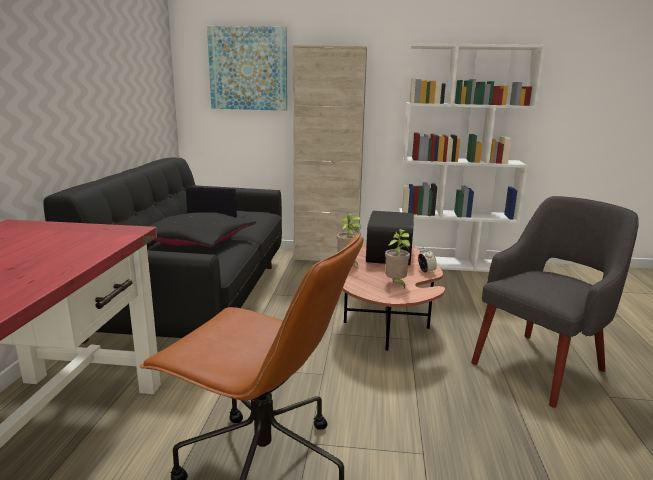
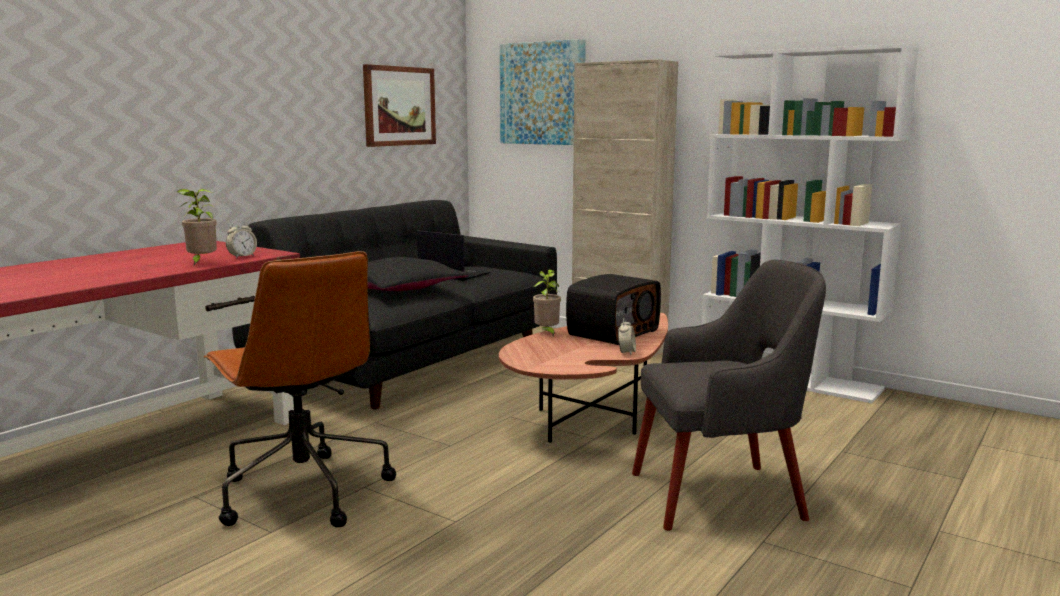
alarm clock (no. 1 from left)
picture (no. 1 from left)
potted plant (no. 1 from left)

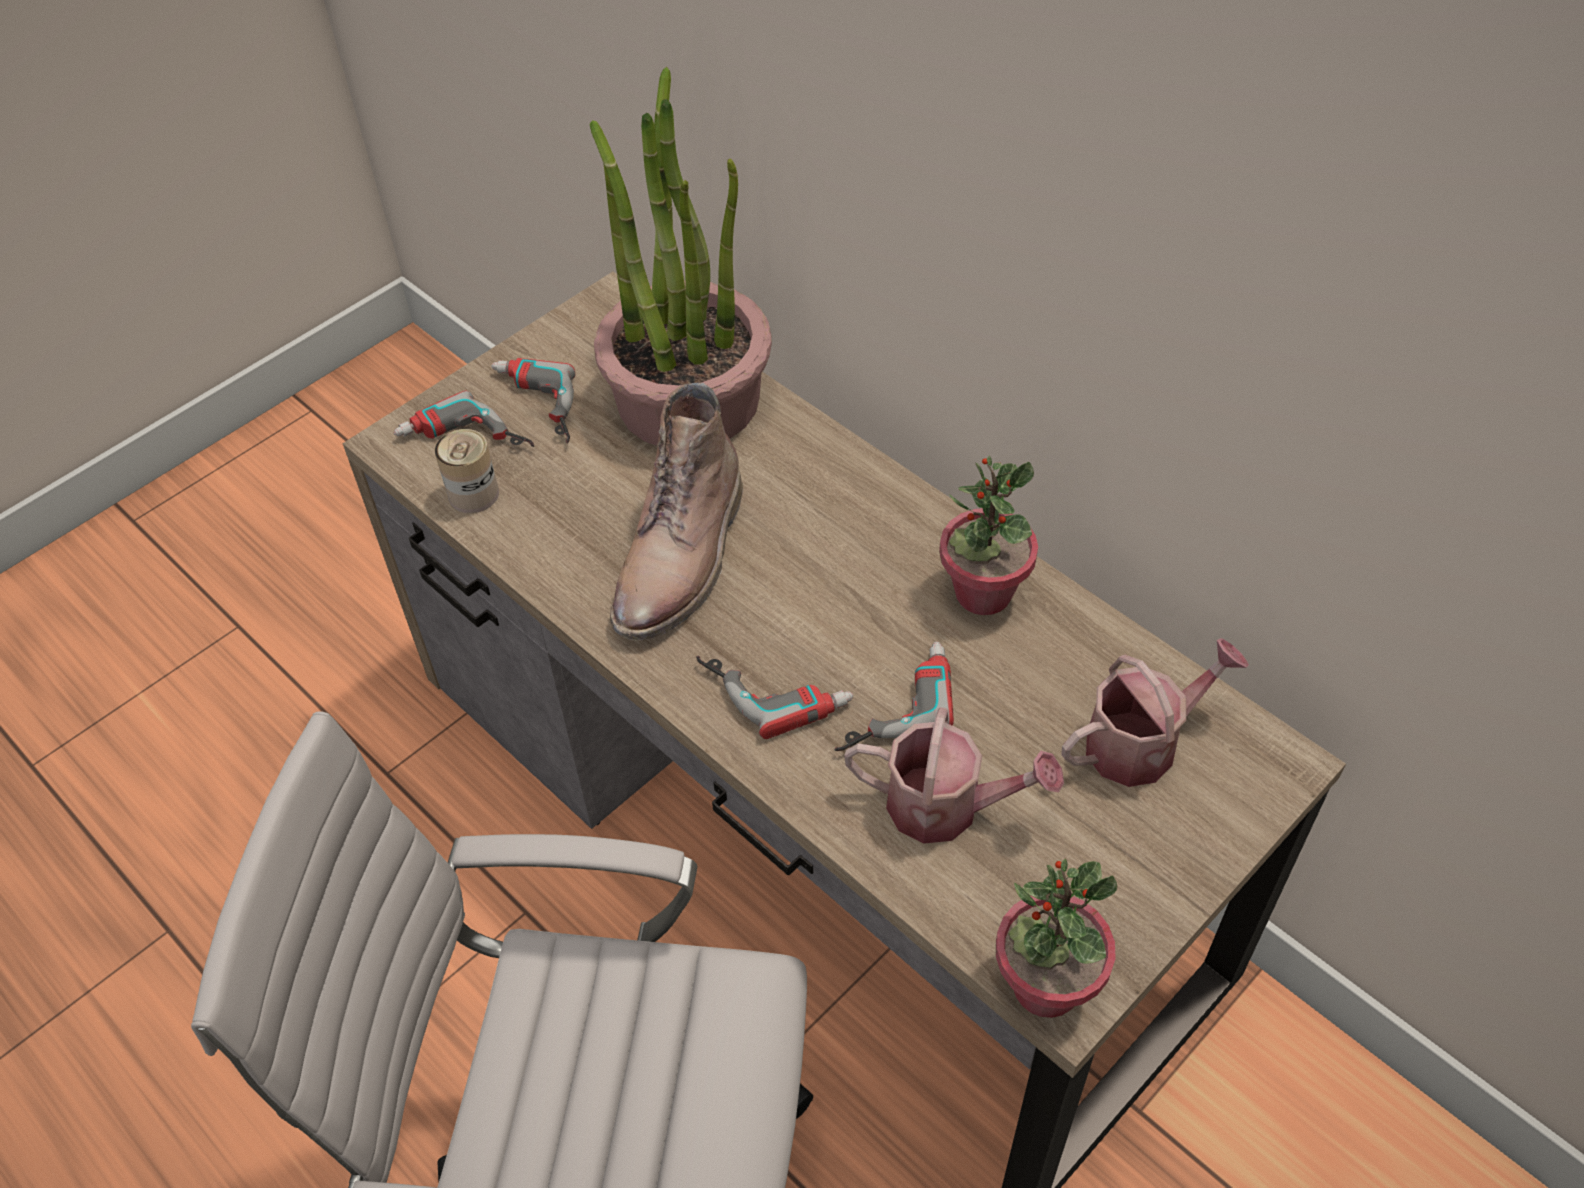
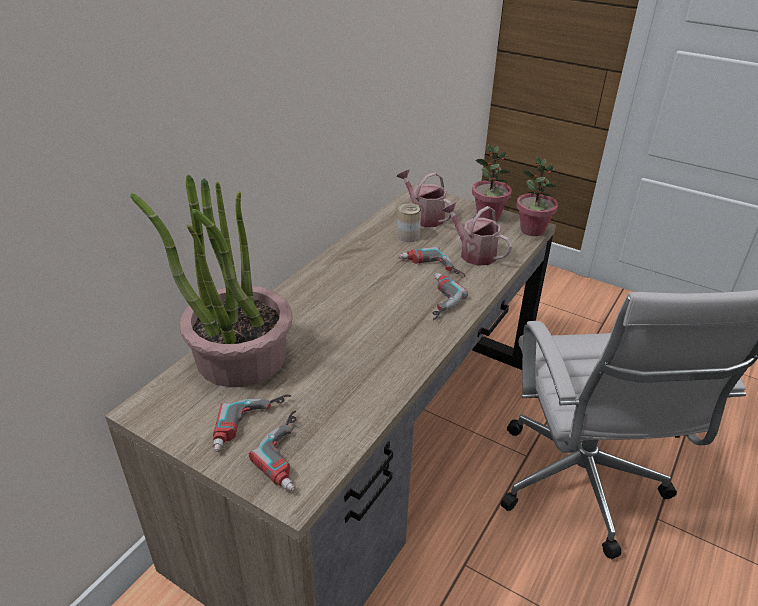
boot (brown)
can
potted plant (no. 2 from left)
watering can (no. 2 from left)

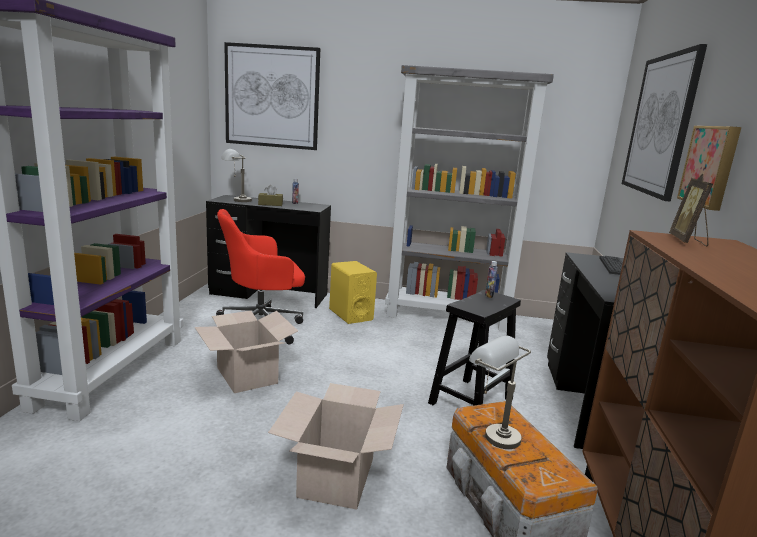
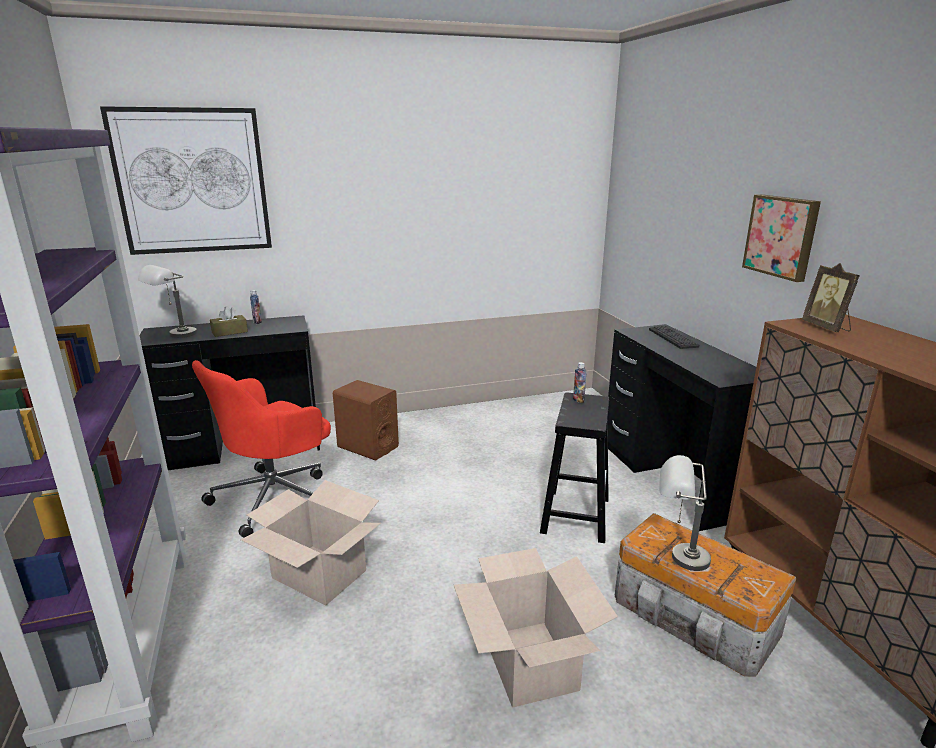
bookcase (grey)
picture (no. 2 from left in the first image)
speaker (brown)

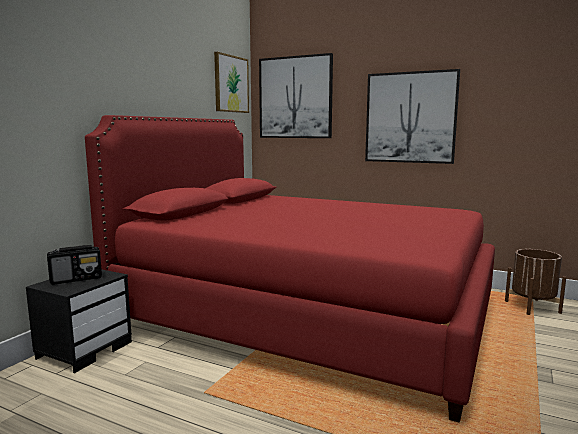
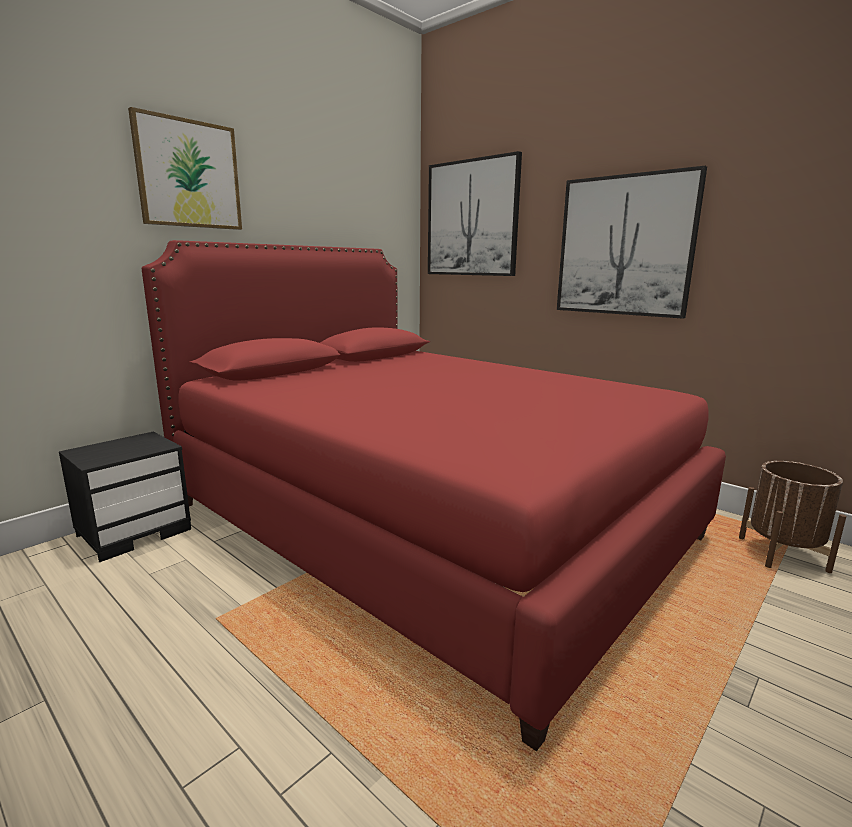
radio
picture (no. 1 from left)

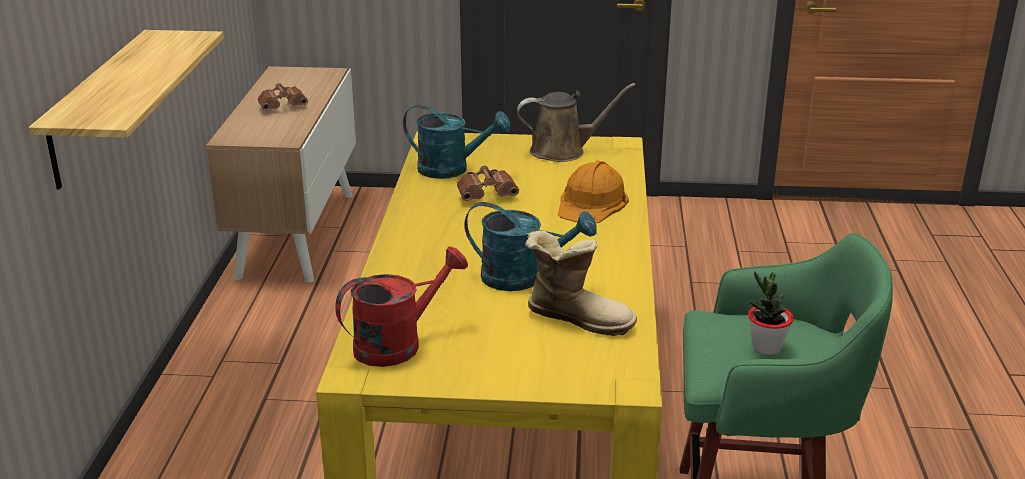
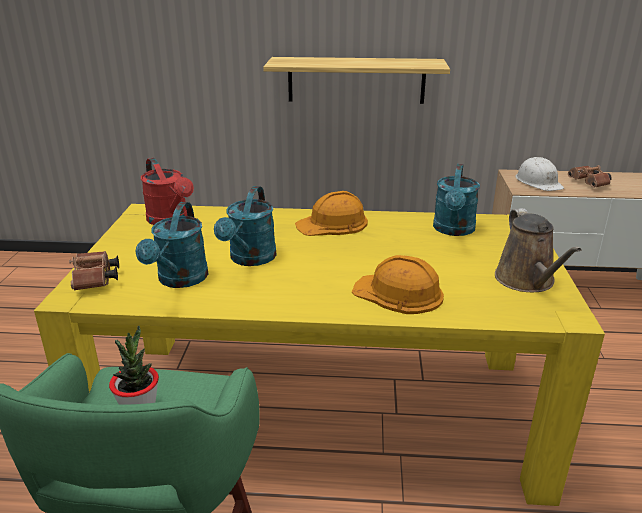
hard hat (orange) (no. 1 from left)
hard hat (white)
binoculars (brown) (no. 1 from left)
watering can (turquoise) (no. 1 from left)

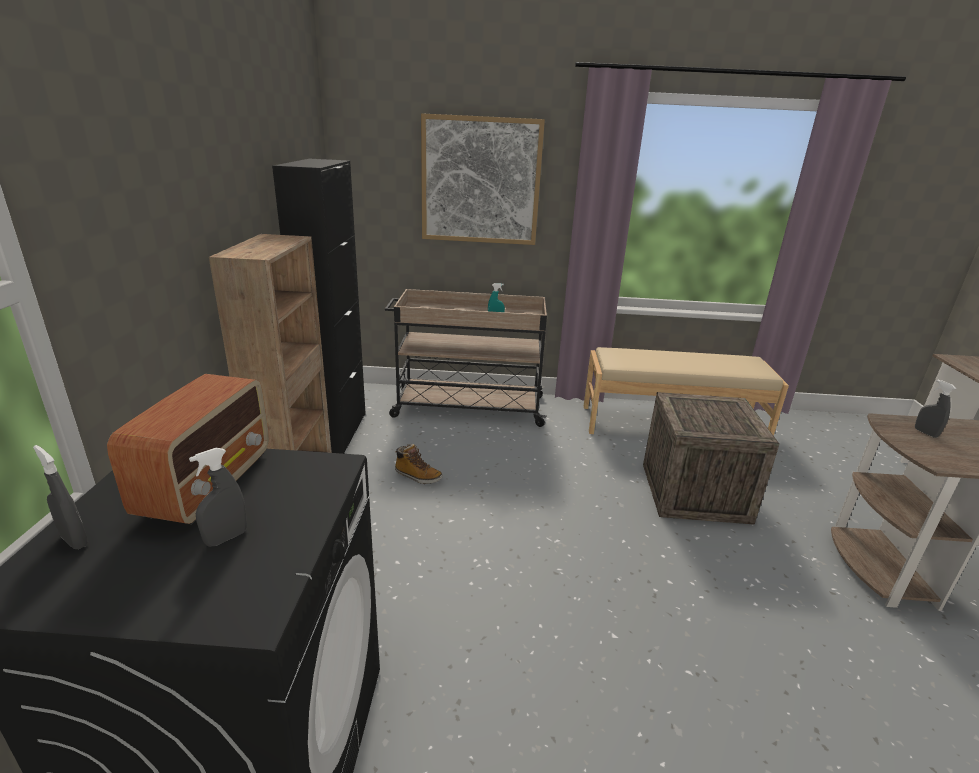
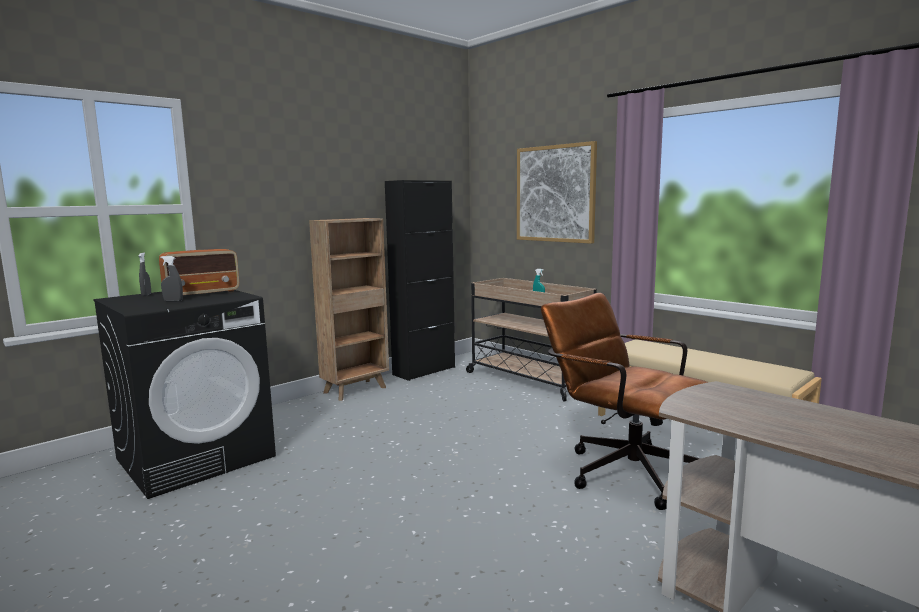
boot
spray bottle (grey) (no. 3 from left in the first image)
office chair (brown)

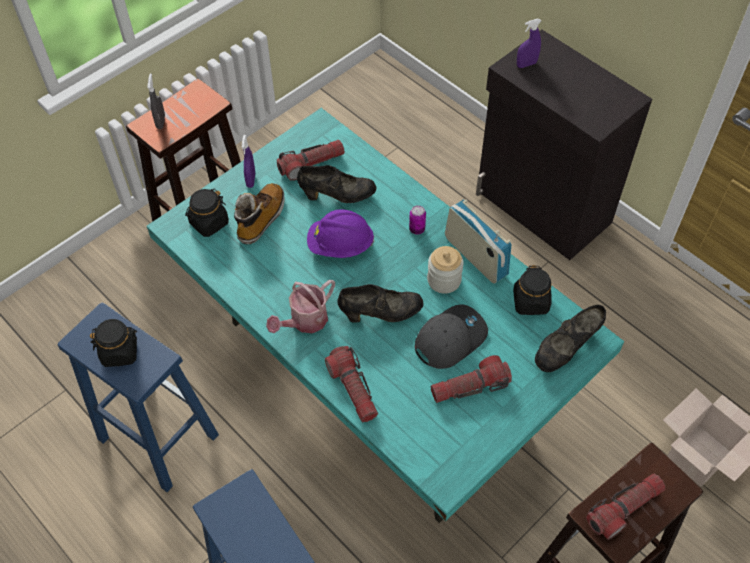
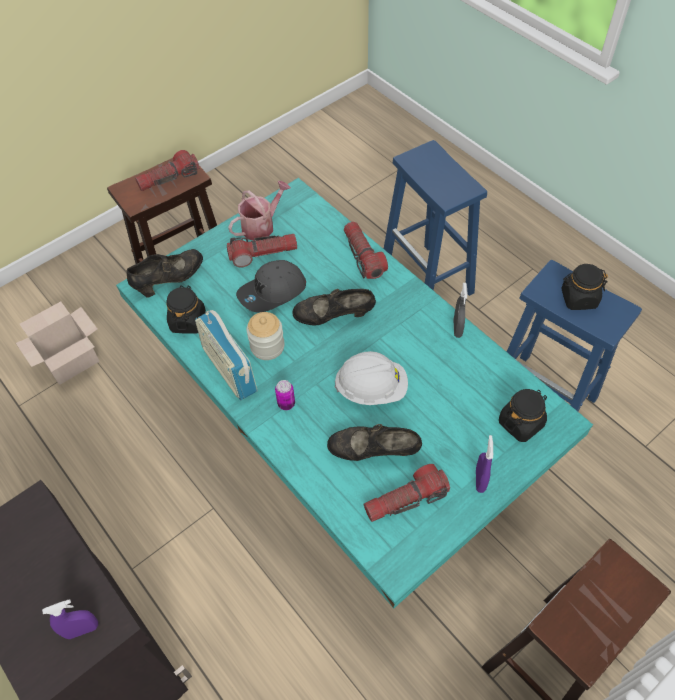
boot
spray bottle (grey)
watering can
hard hat (white)

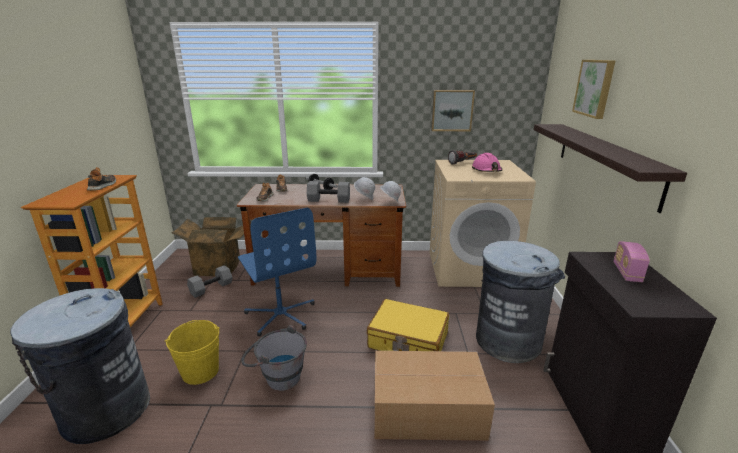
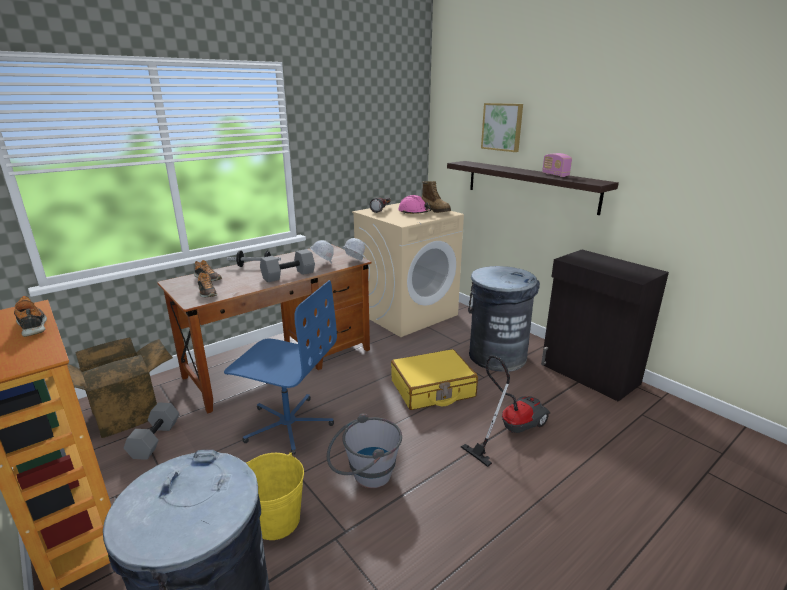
picture (no. 1 from left in the first image)
boot
radio
vacuum cleaner

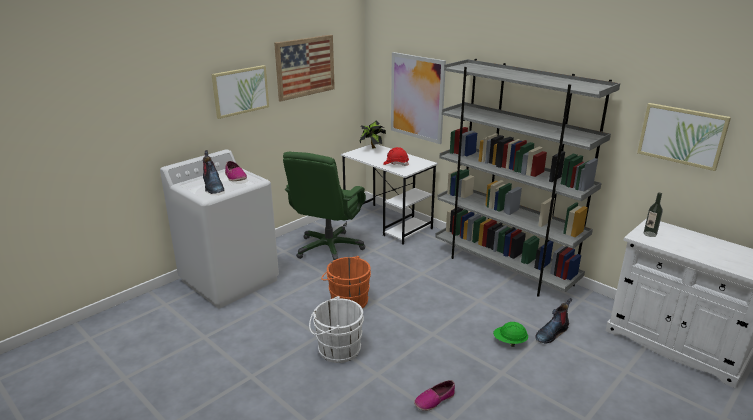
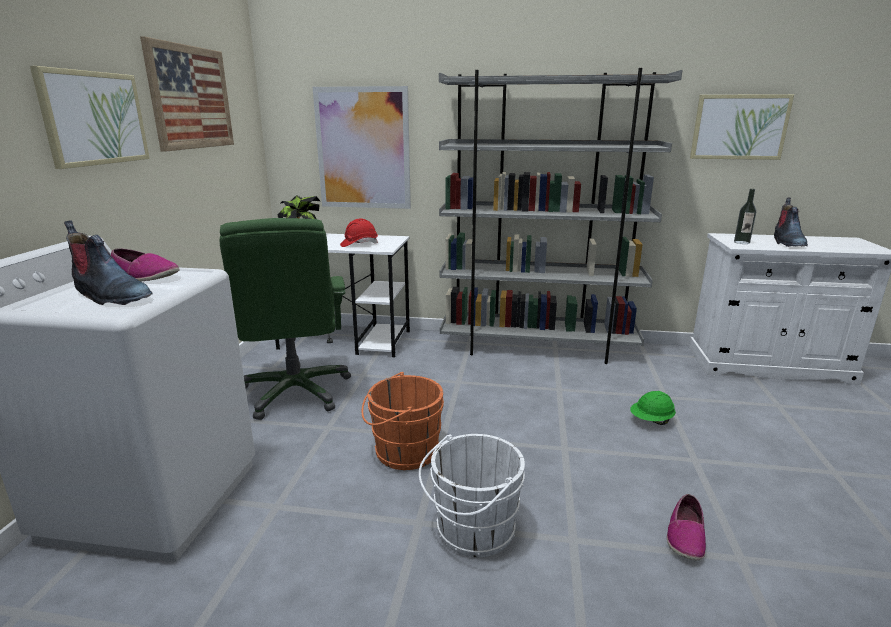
boot (no. 2 from left)

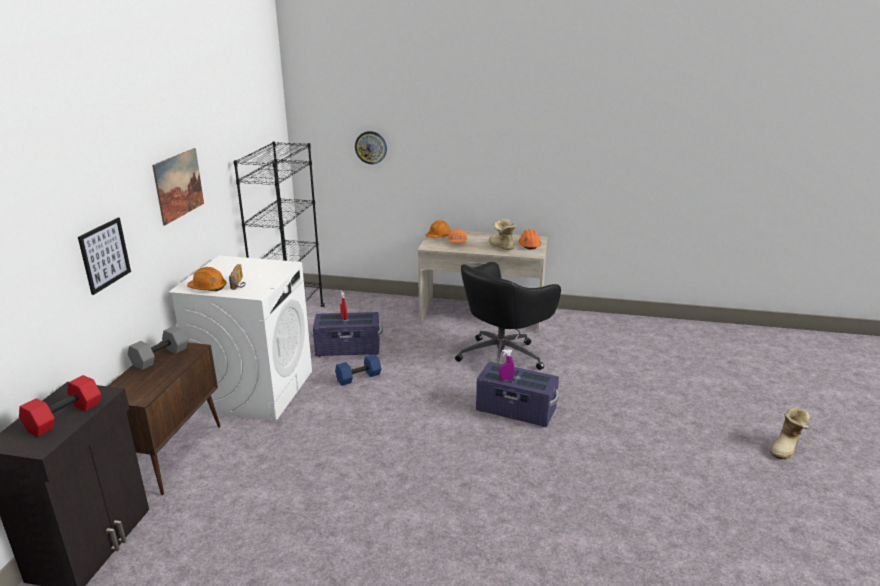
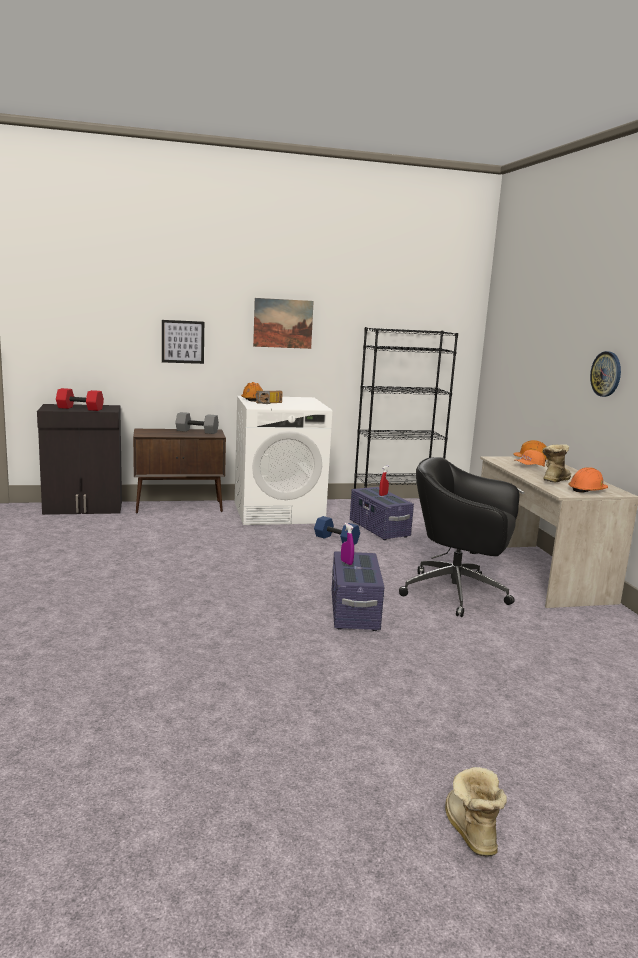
wall clock
boot (no. 1 from left)

